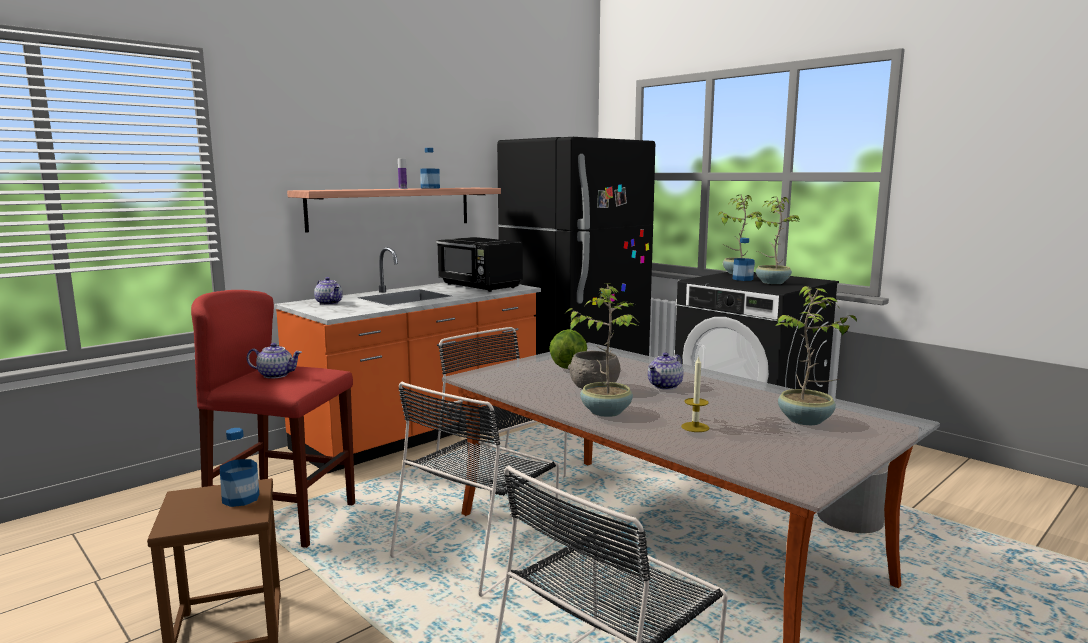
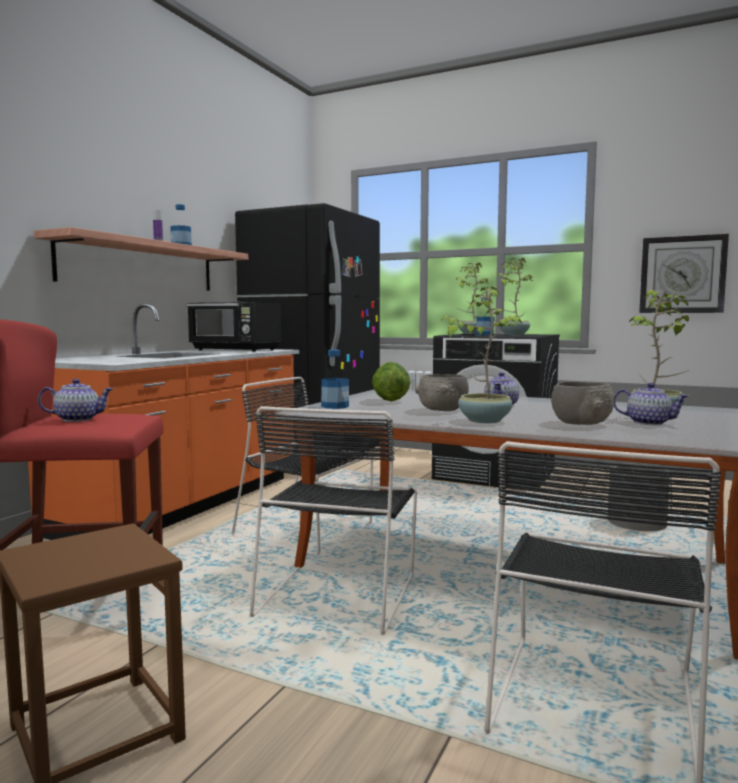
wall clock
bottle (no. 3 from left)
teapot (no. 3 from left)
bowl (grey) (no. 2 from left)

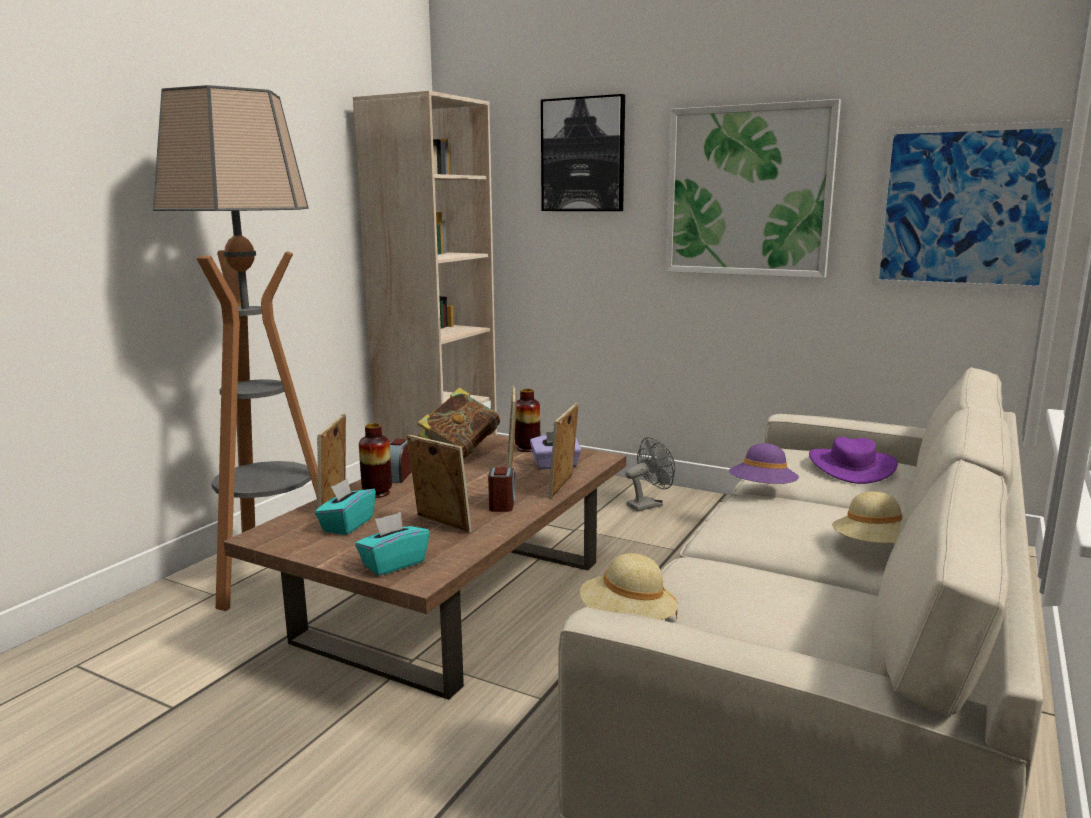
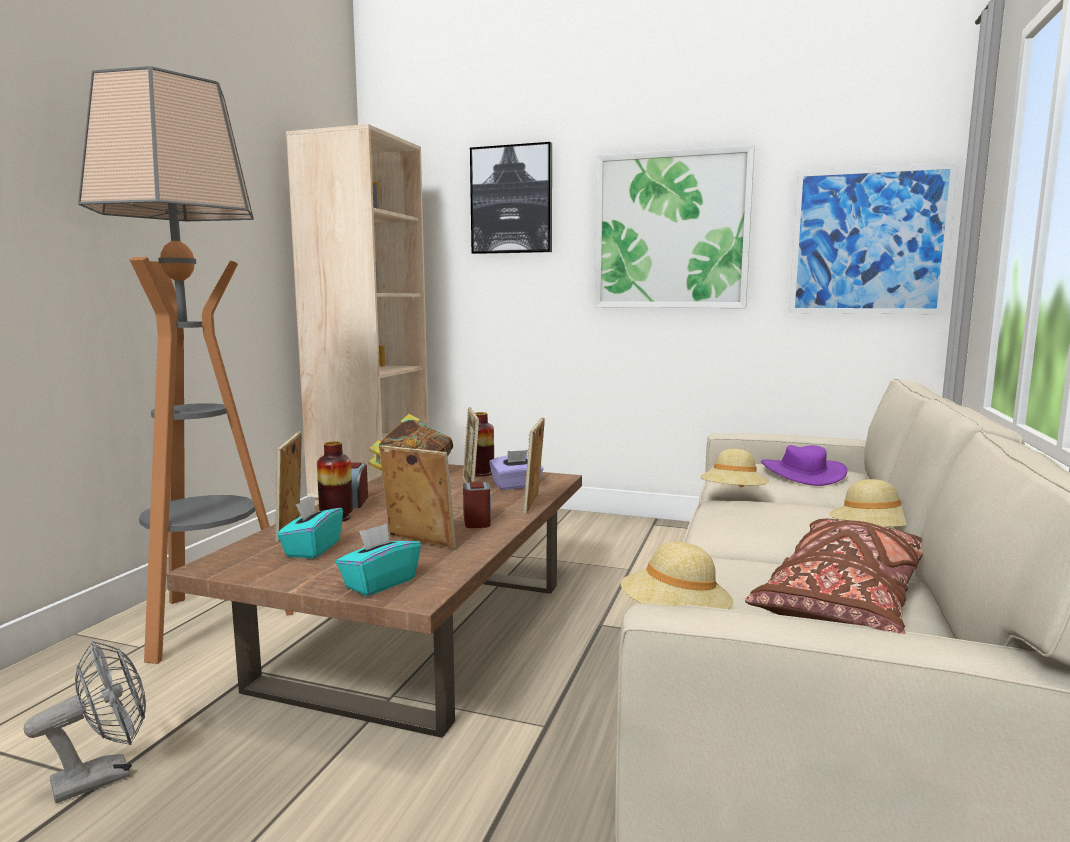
pillow (brown)
fan (grey)
hat (beige) (no. 2 from left)

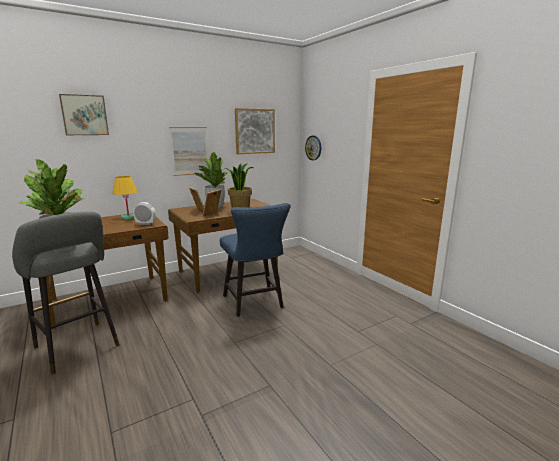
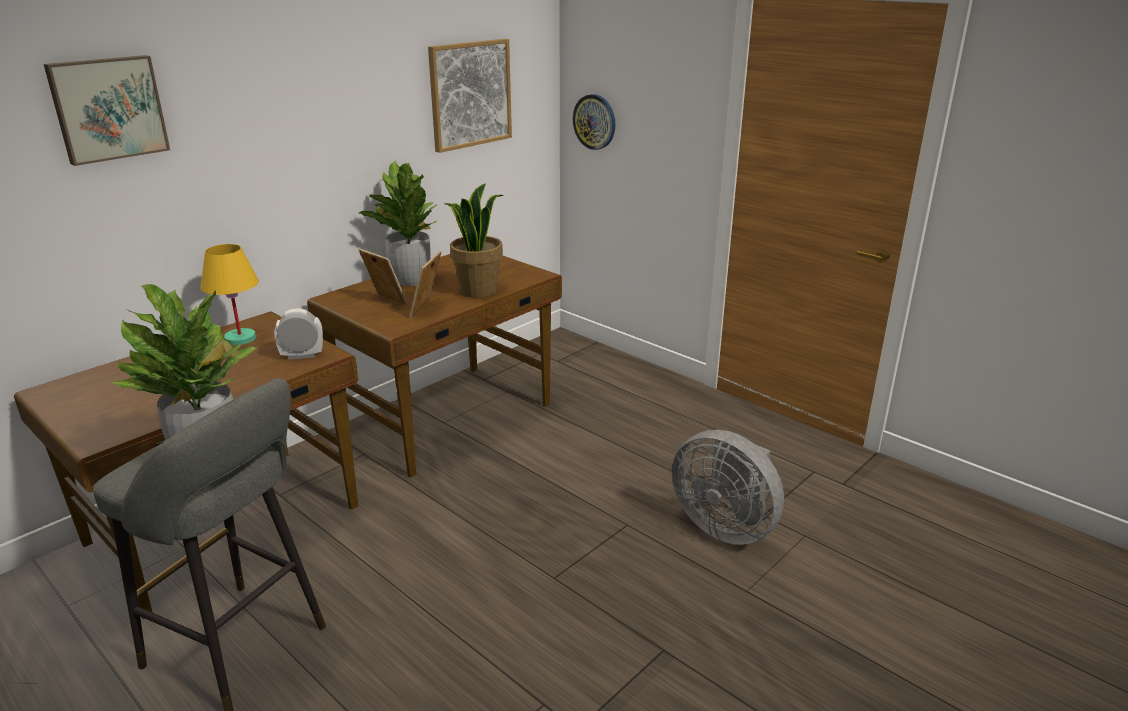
picture (no. 2 from left in the first image)
chair (blue)
fan (grey)

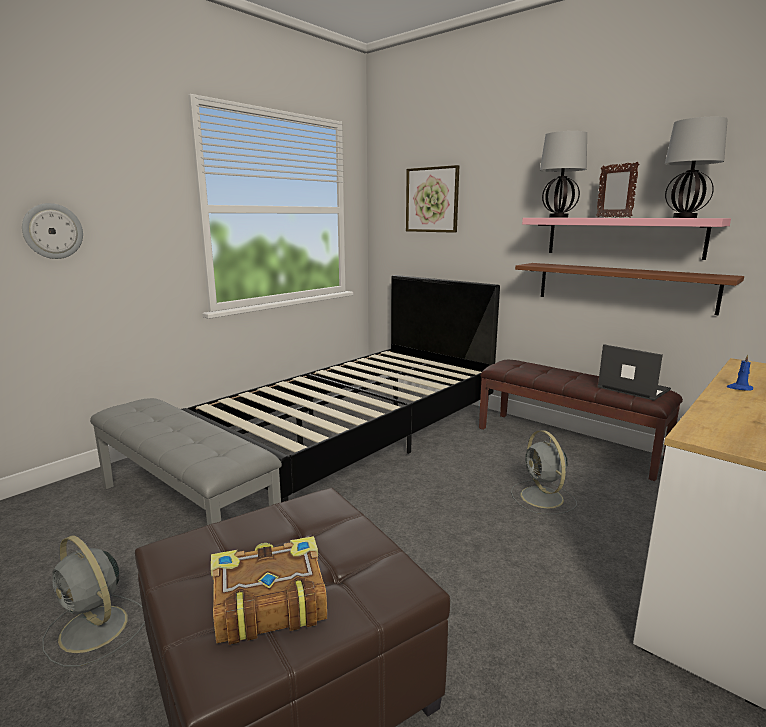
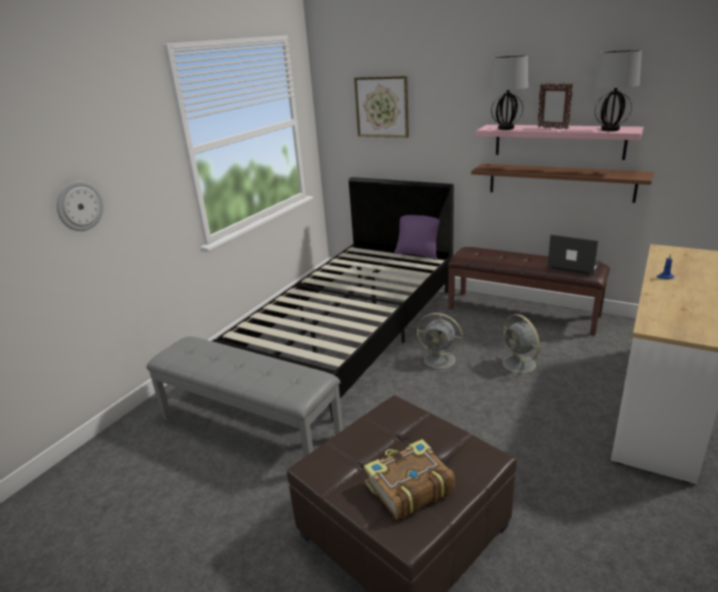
pillow (purple)
fan (grey) (no. 1 from left)

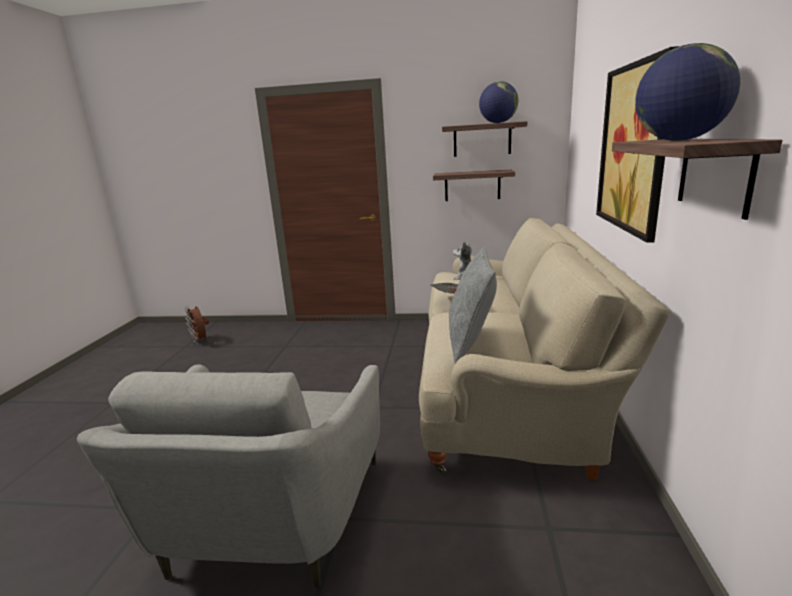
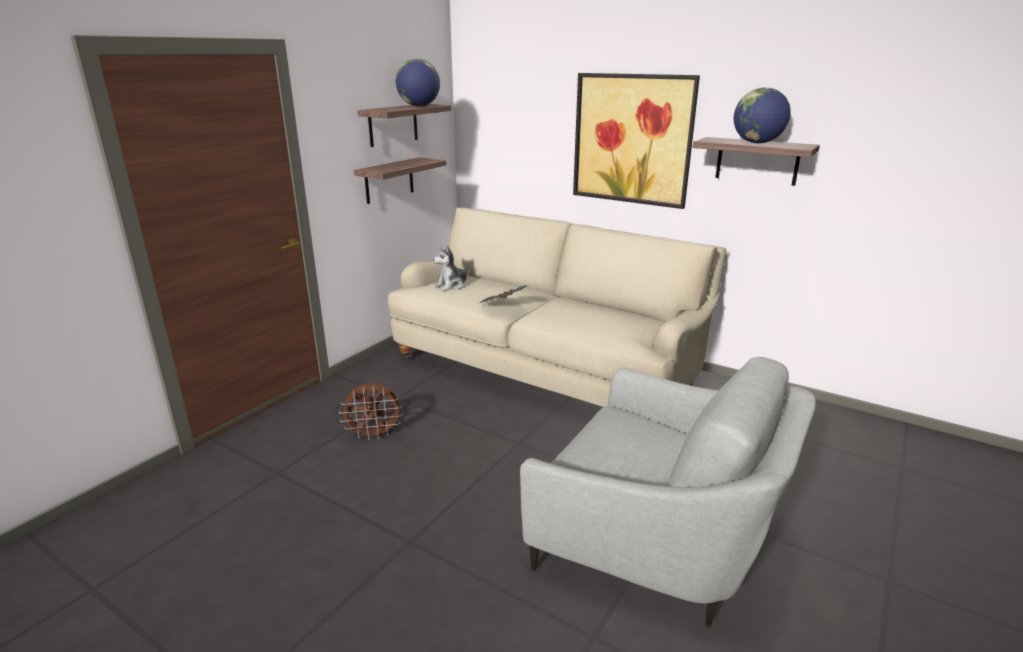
pillow (grey)
fan (brown)

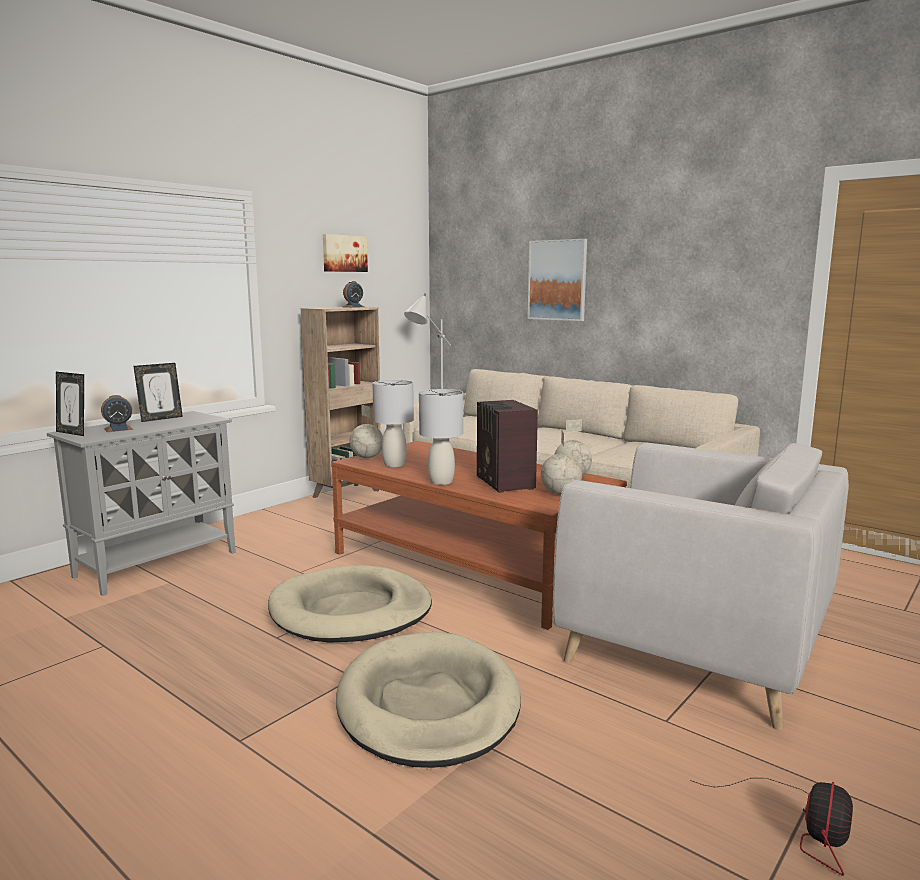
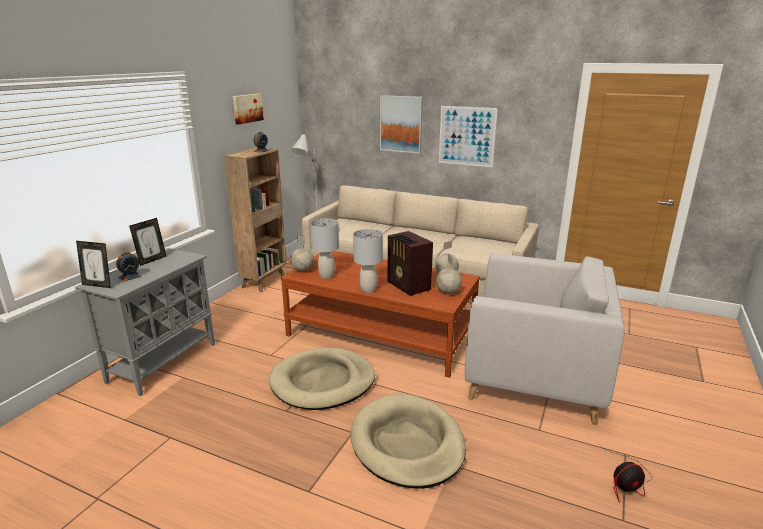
picture (no. 3 from left)
fan

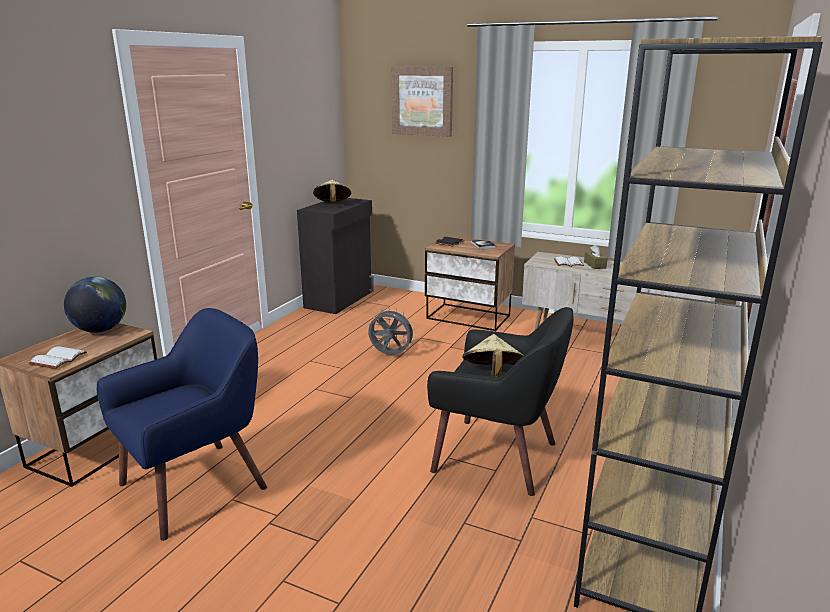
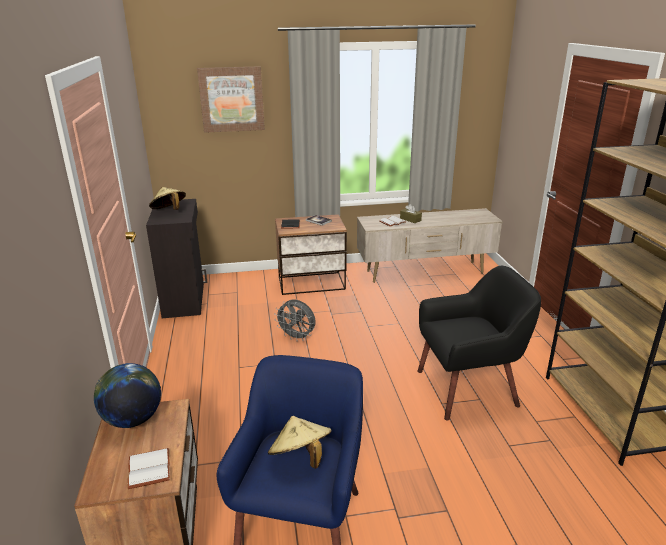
hat (beige) (no. 2 from left)
fan (grey)

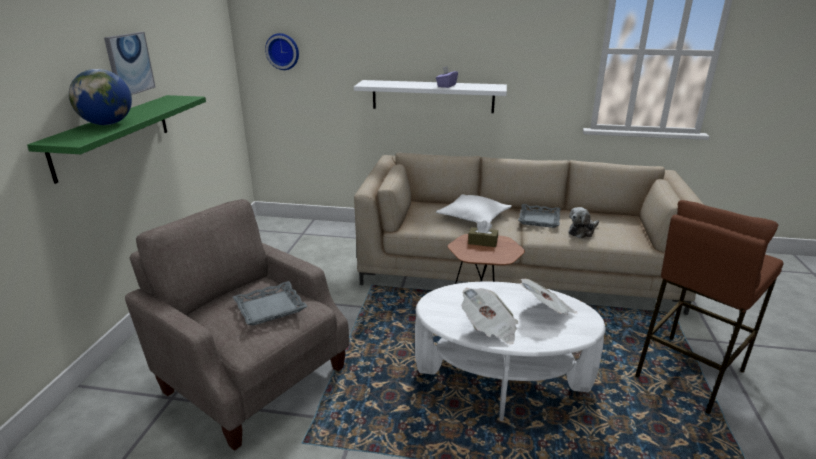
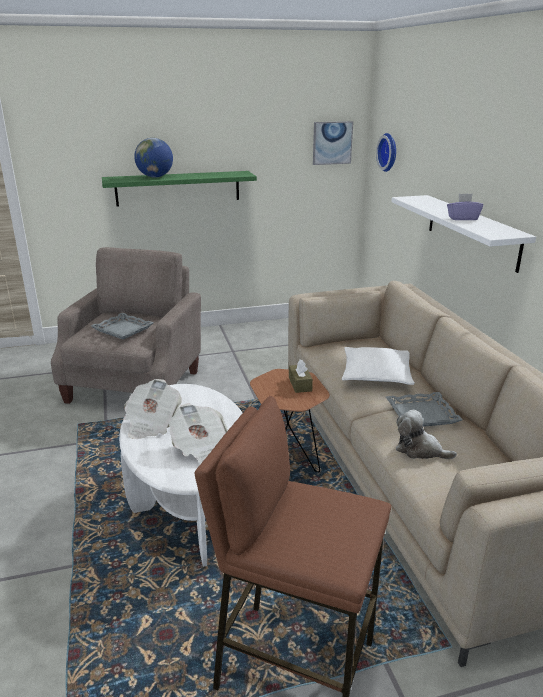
picture

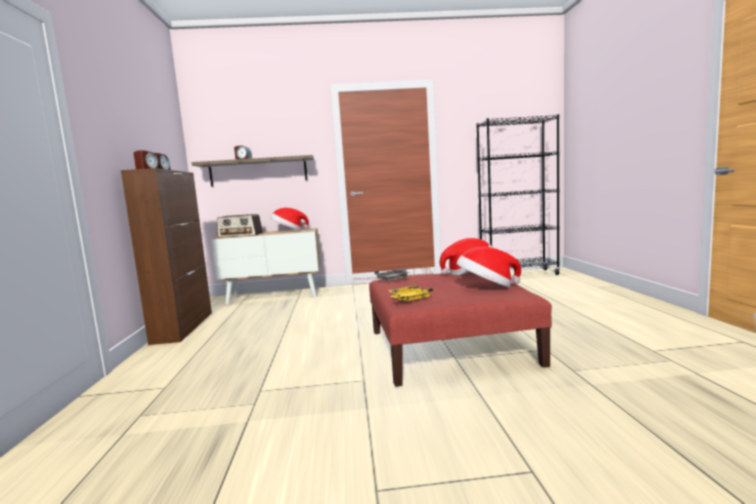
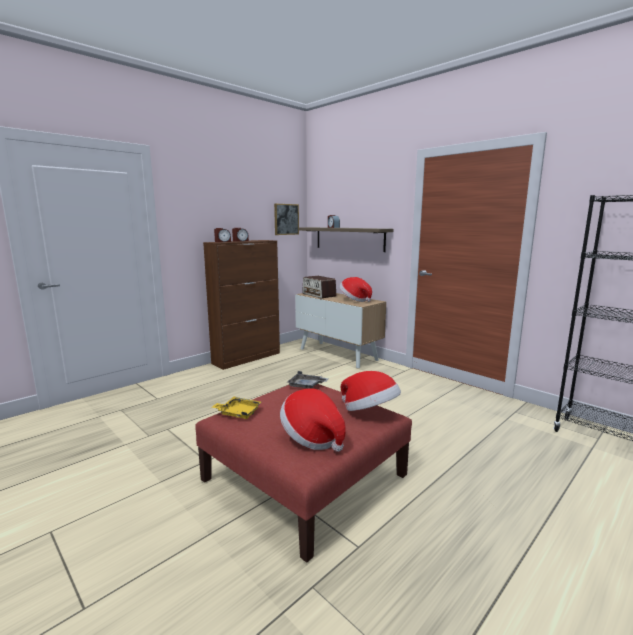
picture

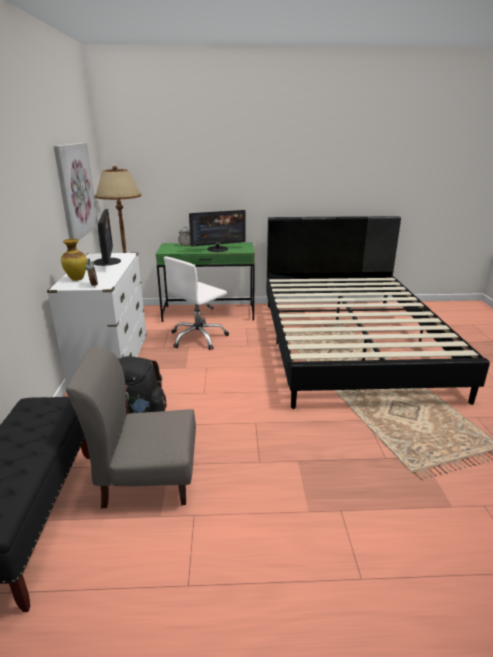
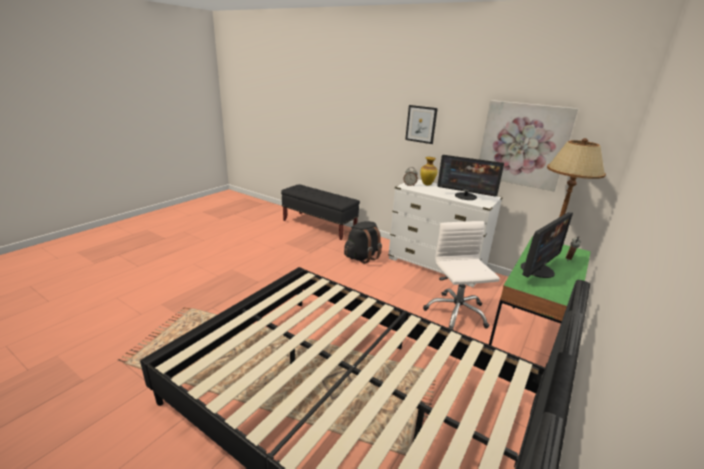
chair (grey)
picture (no. 1 from left)
monitor (no. 2 from left)

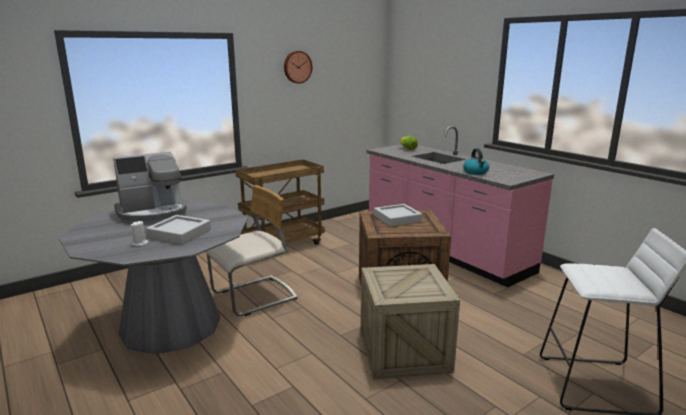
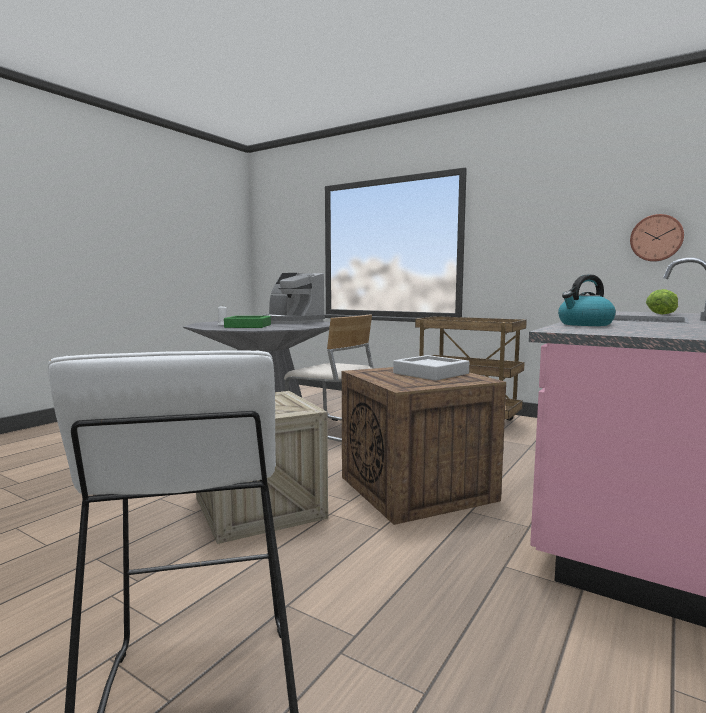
wall clock
tray (green)

